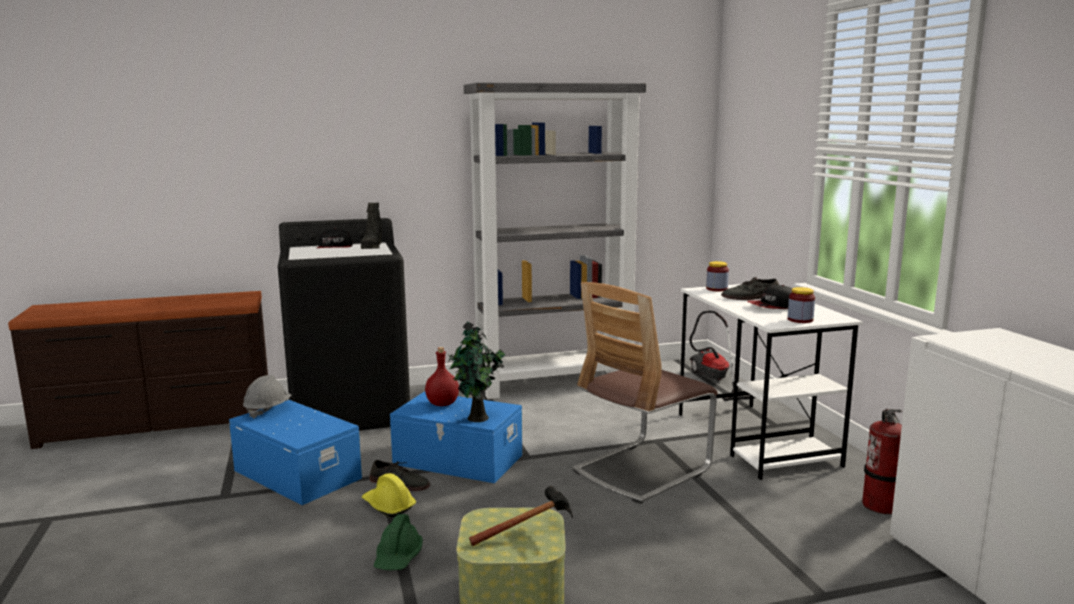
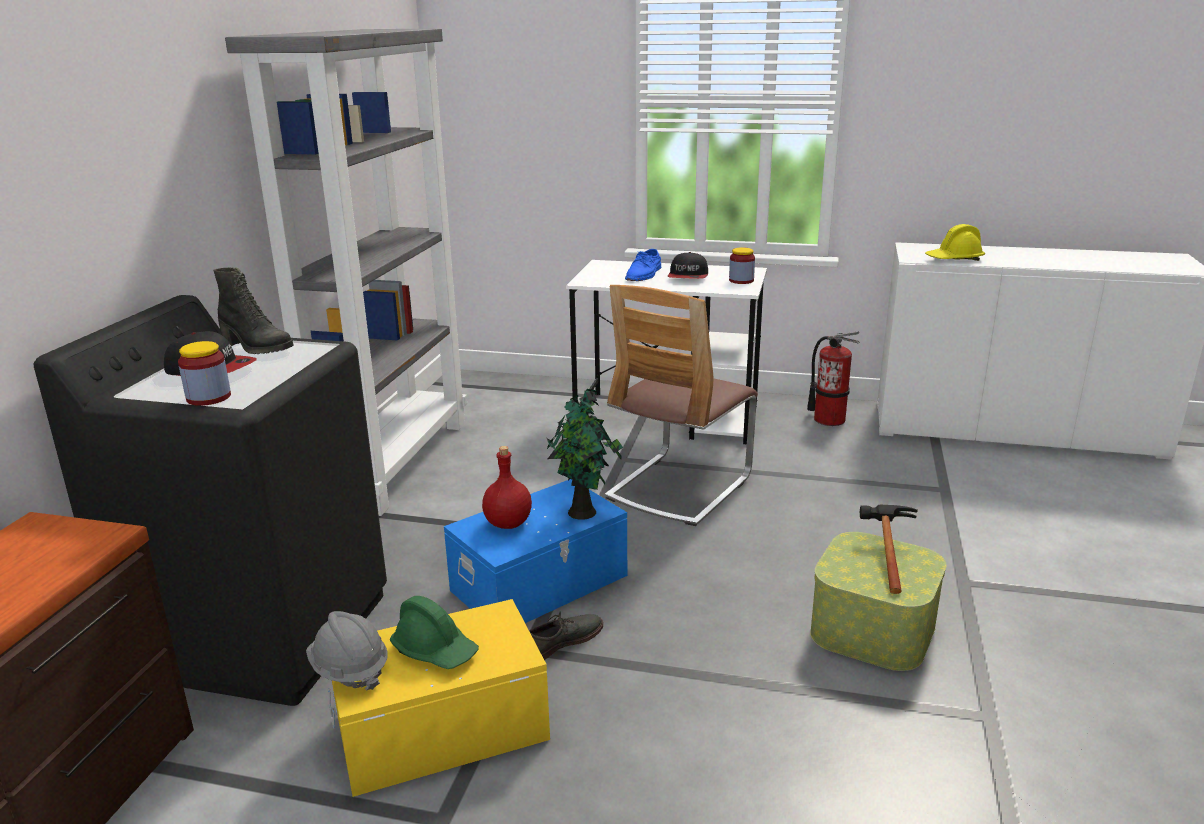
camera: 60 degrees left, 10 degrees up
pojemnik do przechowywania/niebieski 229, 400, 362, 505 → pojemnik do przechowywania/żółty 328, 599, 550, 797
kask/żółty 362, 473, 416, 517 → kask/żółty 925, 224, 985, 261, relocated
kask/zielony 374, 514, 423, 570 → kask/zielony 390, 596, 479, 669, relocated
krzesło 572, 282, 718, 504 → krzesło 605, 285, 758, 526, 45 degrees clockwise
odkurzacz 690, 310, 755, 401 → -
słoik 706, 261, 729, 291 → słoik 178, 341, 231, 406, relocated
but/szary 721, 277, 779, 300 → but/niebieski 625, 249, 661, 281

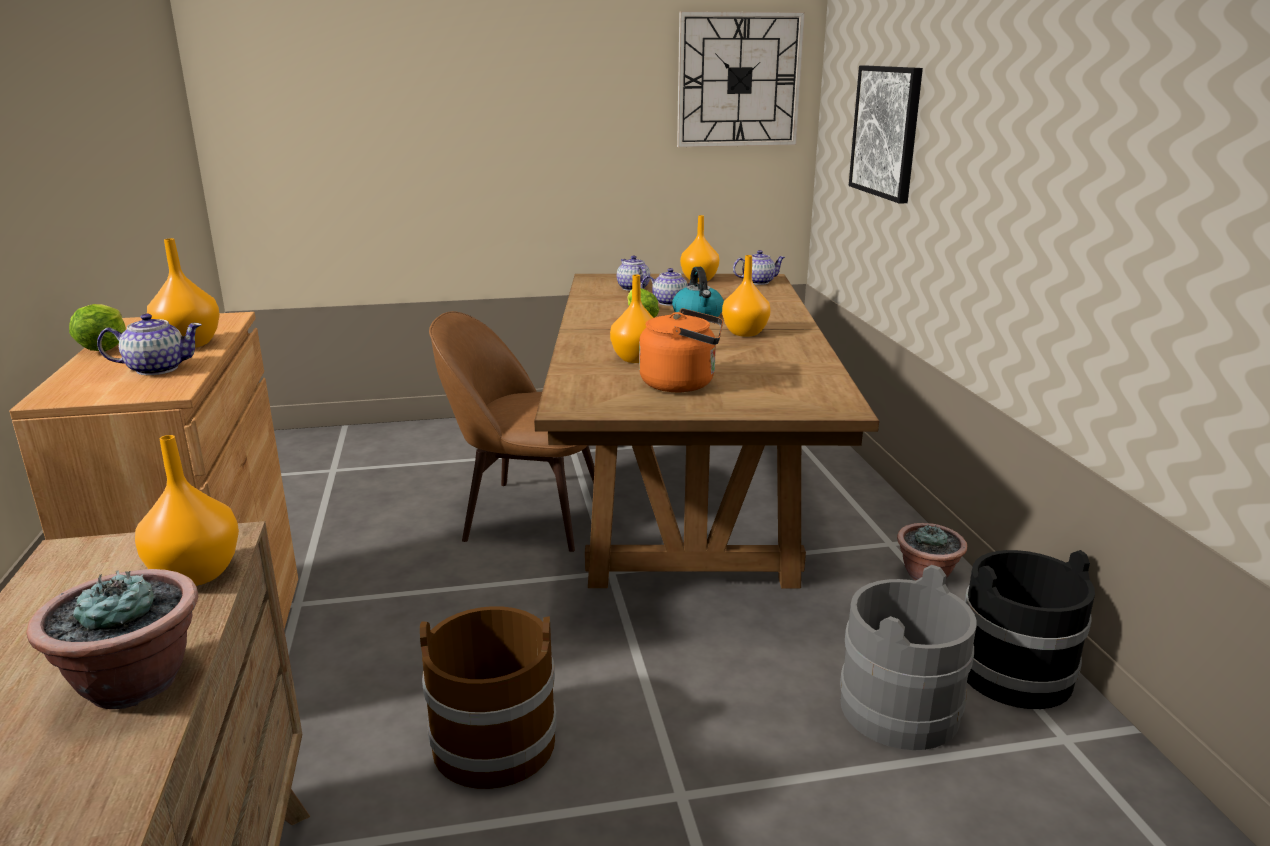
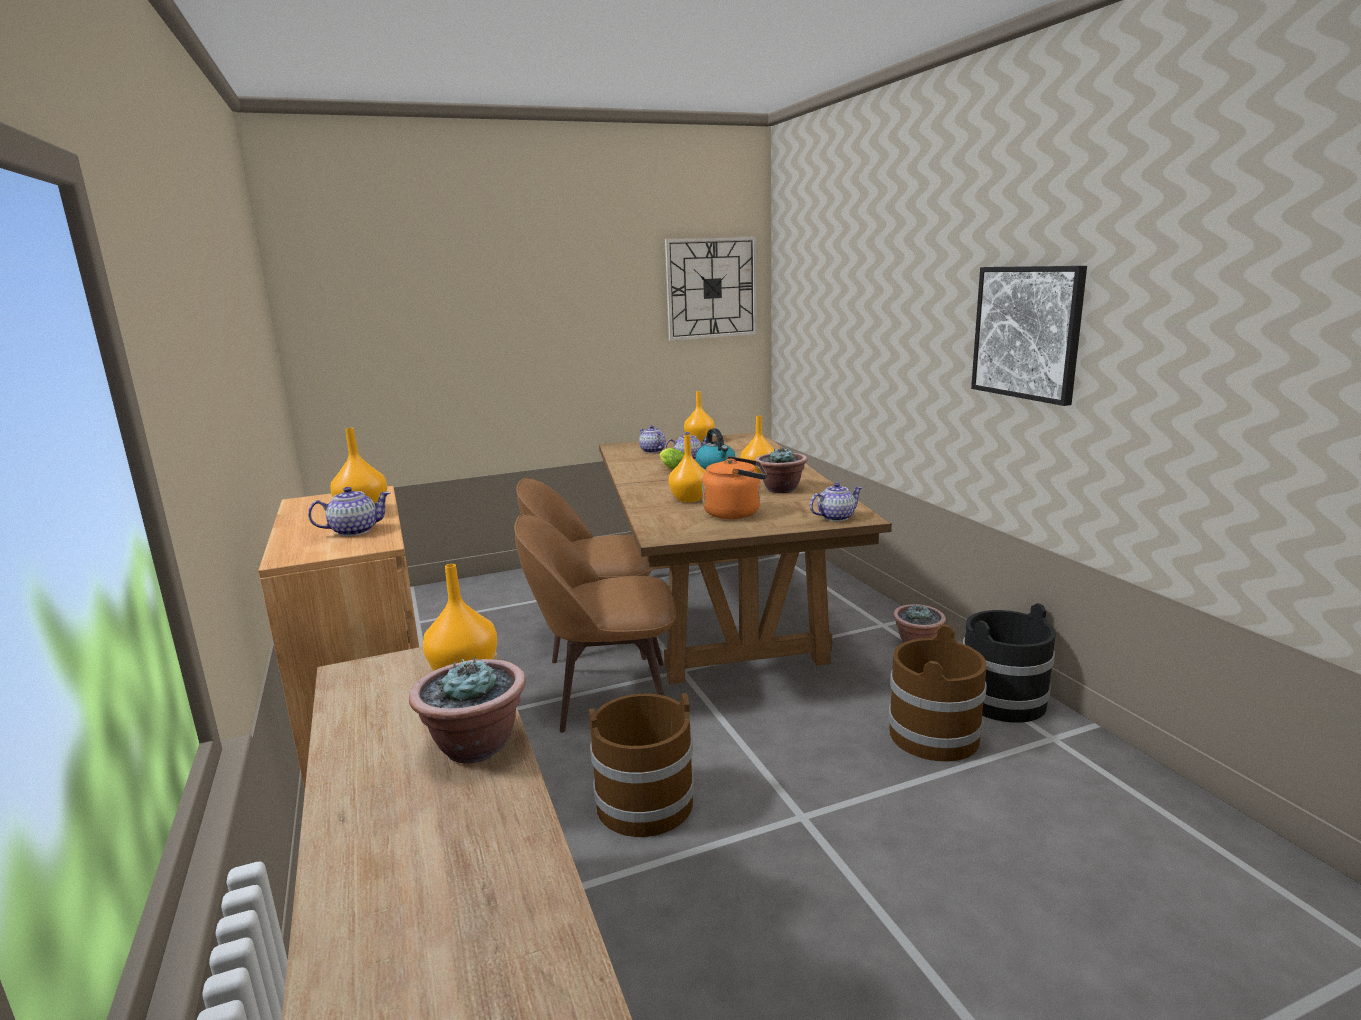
camera: 10 degrees left, 5 degrees down
sałata 69, 304, 126, 351 → -
imbryk 733, 250, 785, 285 → imbryk 810, 483, 863, 521, relocated
wiadro/szary 840, 565, 976, 750 → wiadro/brązowy 888, 624, 987, 762
obraz 849, 66, 923, 204 → obraz 971, 266, 1087, 406, relocated
- → krzesło/brązowy 514, 514, 676, 733
- → roślina doniczkowa 755, 447, 808, 493

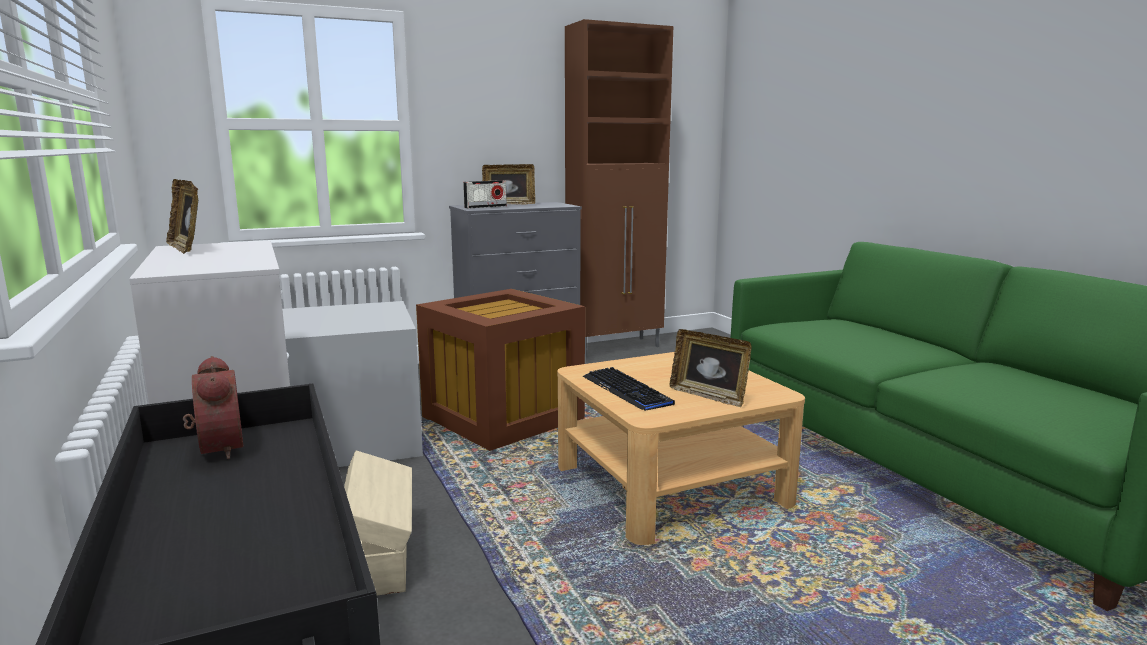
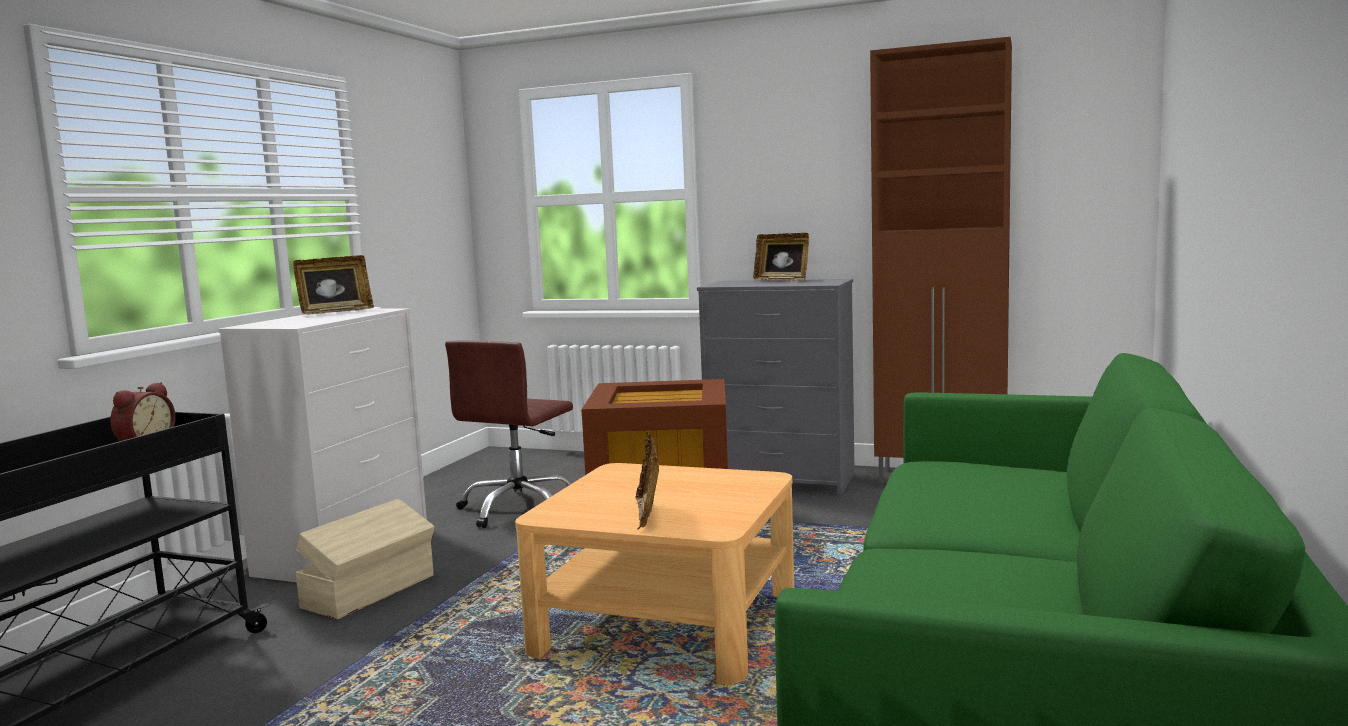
camera: 45 degrees right, 5 degrees down
ramka na zdjęcie 166, 179, 198, 254 → ramka na zdjęcie 293, 255, 374, 314, 135 degrees counterclockwise
pojemnik do przechowywania/szary 282, 301, 423, 467 → krzesło biurowe/brązowy 445, 341, 573, 528
radio 463, 180, 507, 209 → -
klawiatura 582, 367, 675, 411 → -

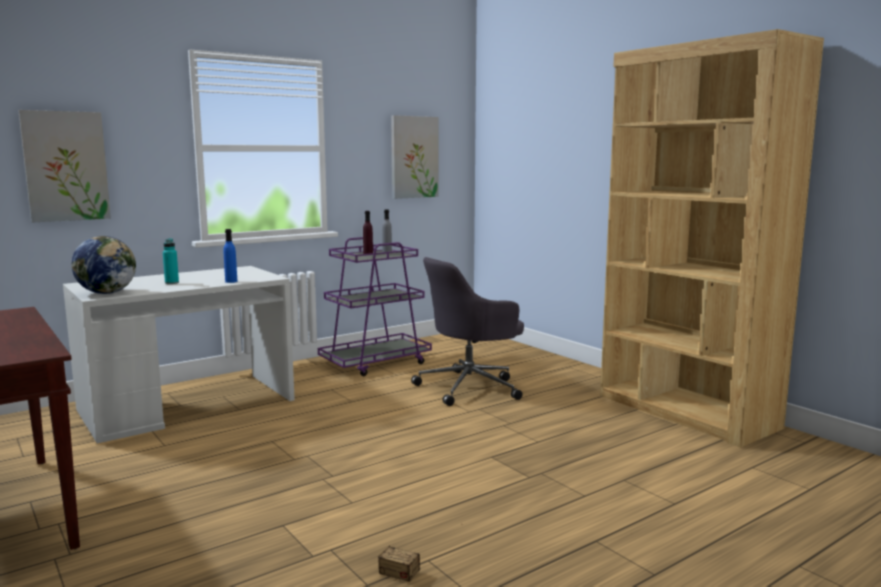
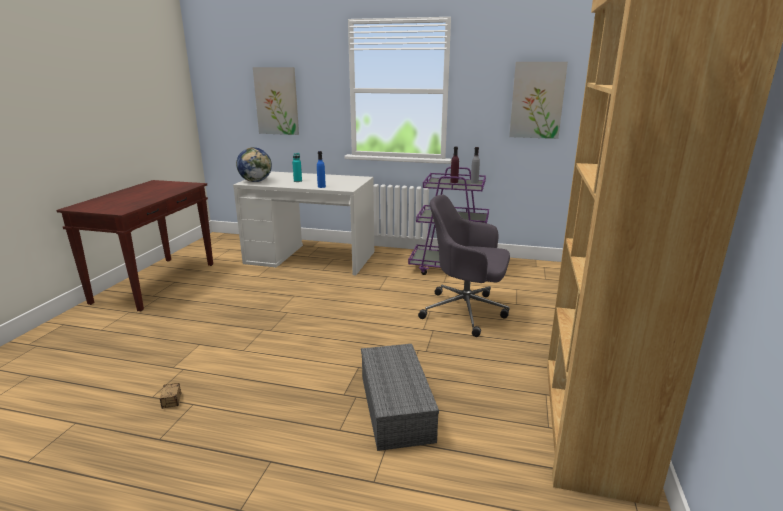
camera: 50 degrees right, 10 degrees up
- → pojemnik do przechowywania/szary 361, 344, 439, 451

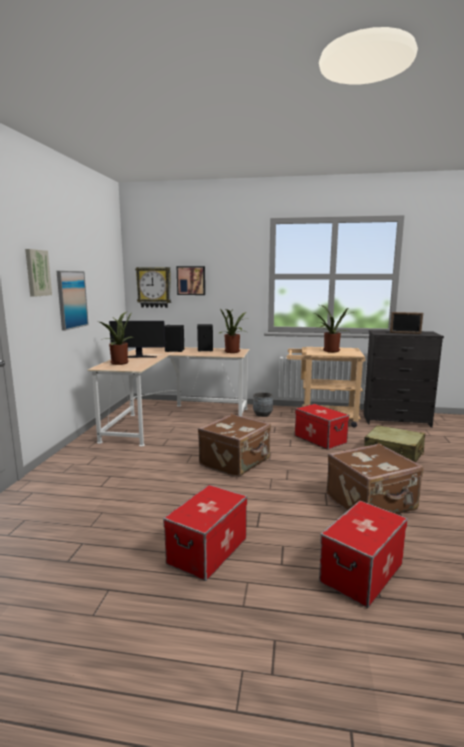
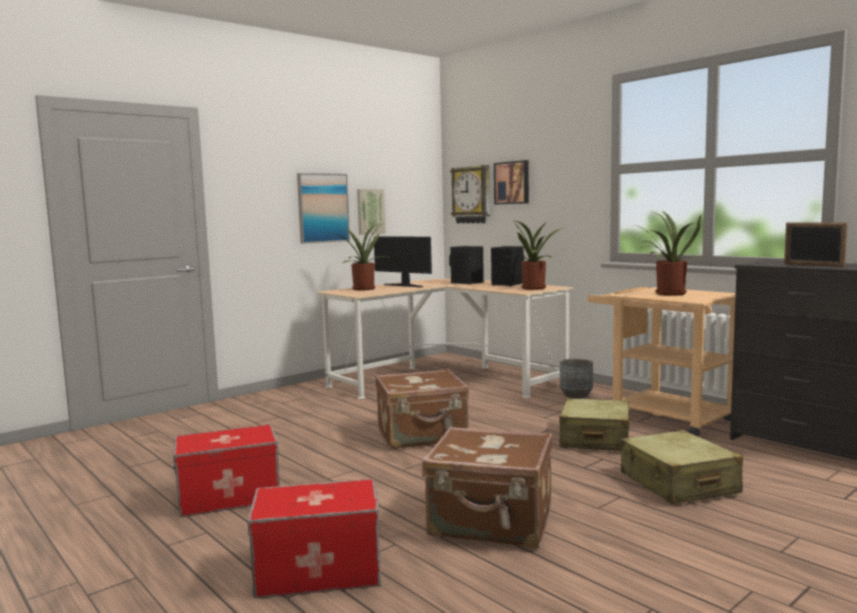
camera: 40 degrees right, 5 degrees down
obraz 25, 249, 52, 297 → obraz 357, 189, 386, 235, relocated
pojemnik do przechowywania 295, 404, 349, 450 → walizka/beżowy 559, 398, 630, 451

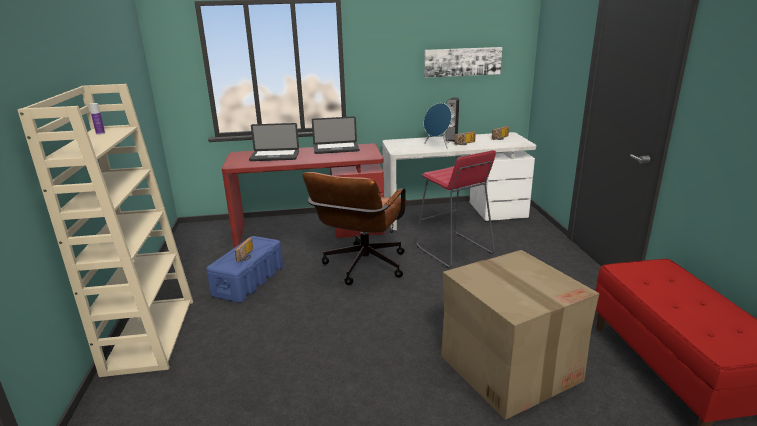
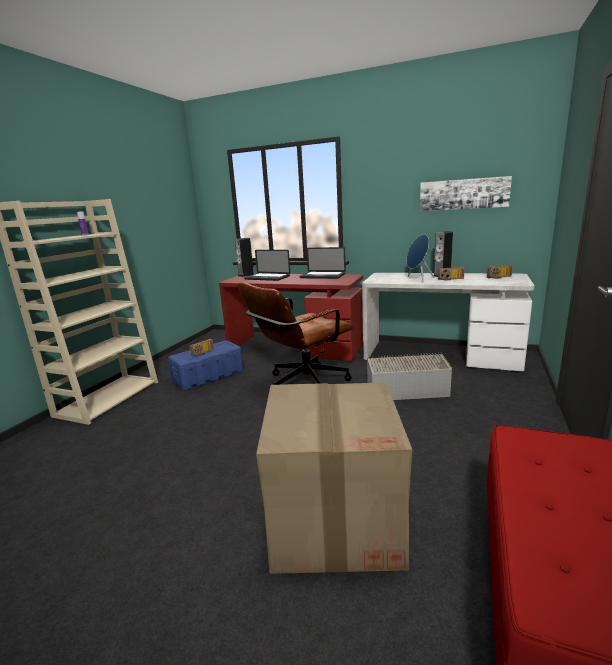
camera: 30 degrees right, 5 degrees down
stołek/czerwony 416, 150, 496, 268 → pojemnik do przechowywania/szary 367, 353, 452, 400
- → głośnik 235, 238, 254, 277

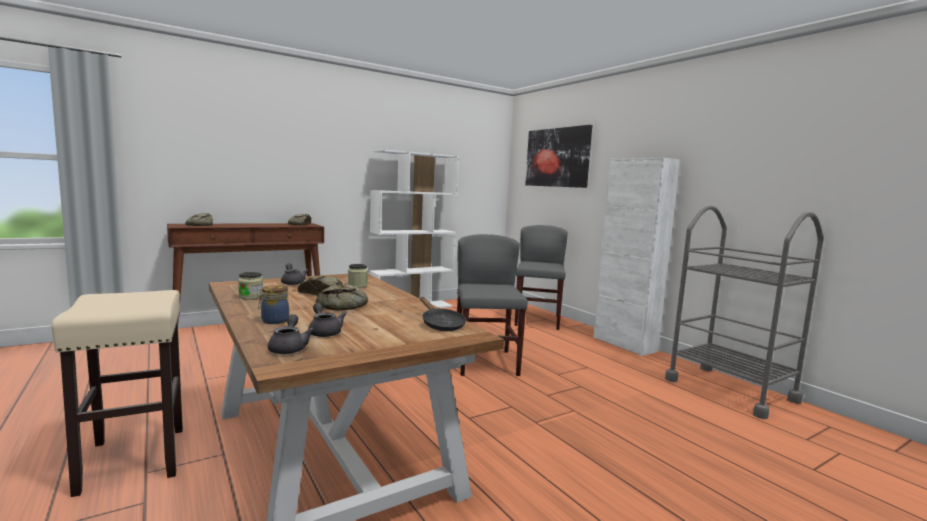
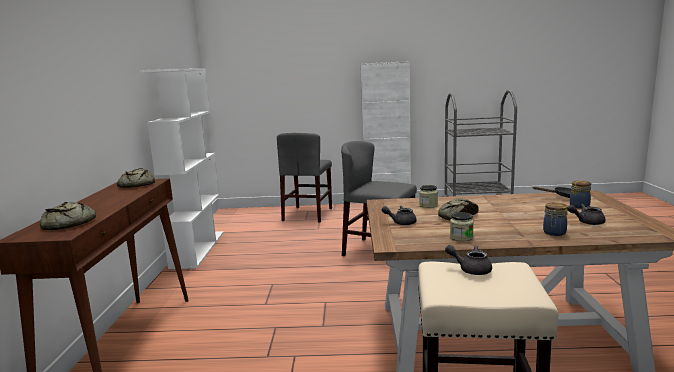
camera: 55 degrees left, 5 degrees up
imbryk/szary 268, 314, 314, 354 → imbryk/szary 445, 245, 492, 275, relocated
chleb 316, 284, 368, 311 → -
krzesło/szary 515, 225, 568, 330 → krzesło/szary 277, 133, 332, 223, 120 degrees counterclockwise
obraz 525, 125, 592, 188 → -
- → słoik 570, 180, 591, 209

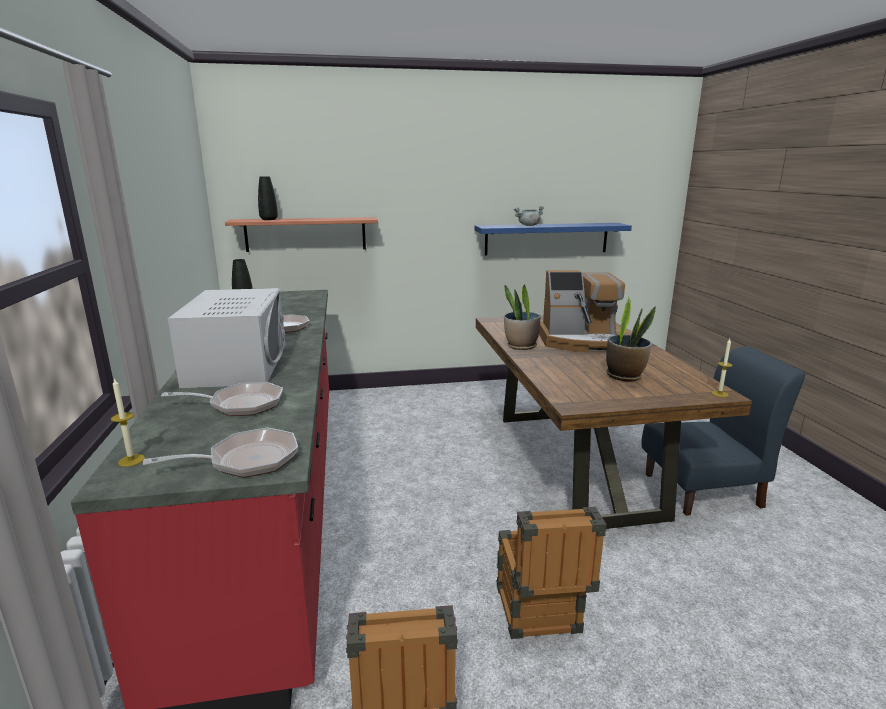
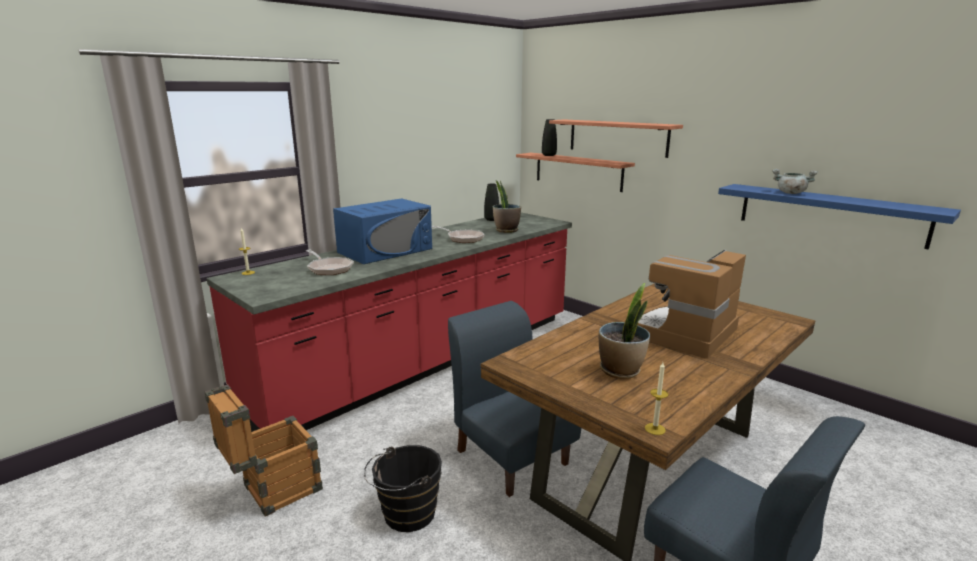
camera: 55 degrees right, 0 degrees up
patelnia 143, 428, 298, 478 → -
mikrofalówka/biały 168, 288, 286, 388 → mikrofalówka/niebieski 333, 199, 432, 264
skrzynka 496, 507, 606, 639 → wiadro/czarny 364, 445, 442, 532
roślina doniczkowa 504, 284, 540, 350 → roślina doniczkowa 493, 180, 521, 233, relocated
ekspres do kawy 539, 270, 625, 352 → ekspres do kawy 638, 250, 746, 358, 75 degrees clockwise
- → krzesło/niebieski 448, 301, 581, 497
- → półka 549, 120, 683, 158

